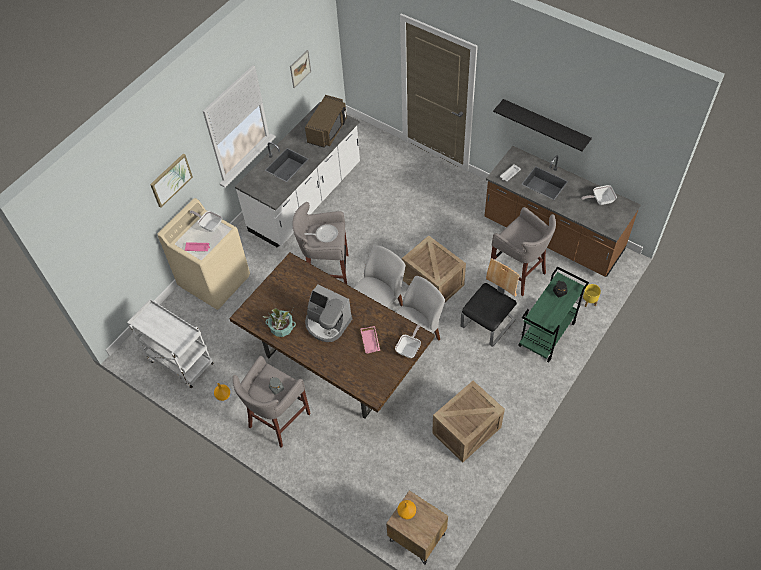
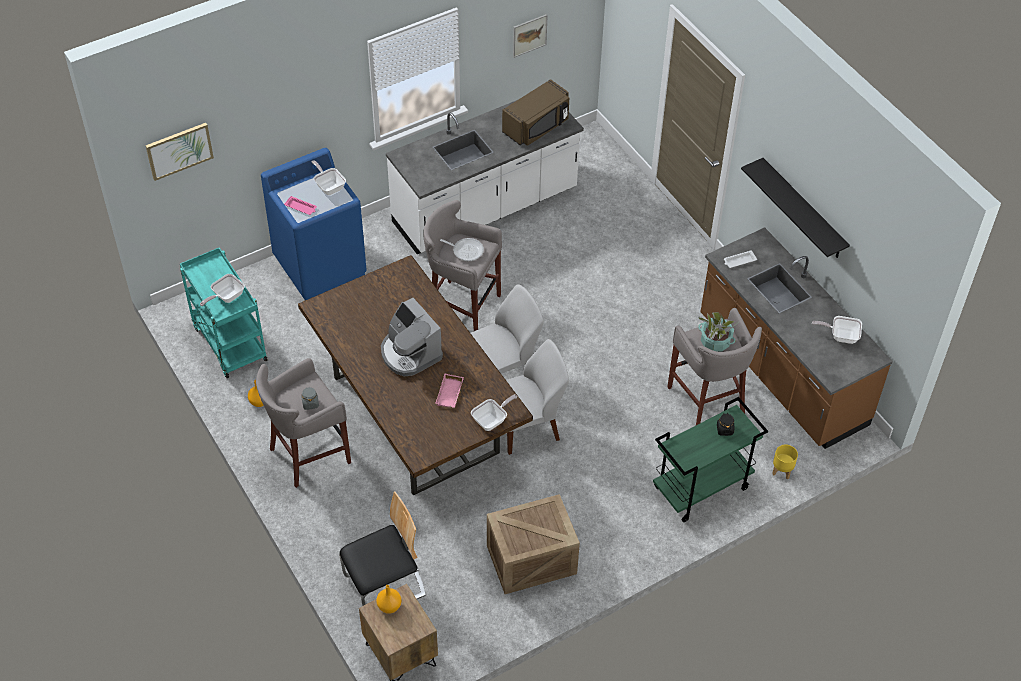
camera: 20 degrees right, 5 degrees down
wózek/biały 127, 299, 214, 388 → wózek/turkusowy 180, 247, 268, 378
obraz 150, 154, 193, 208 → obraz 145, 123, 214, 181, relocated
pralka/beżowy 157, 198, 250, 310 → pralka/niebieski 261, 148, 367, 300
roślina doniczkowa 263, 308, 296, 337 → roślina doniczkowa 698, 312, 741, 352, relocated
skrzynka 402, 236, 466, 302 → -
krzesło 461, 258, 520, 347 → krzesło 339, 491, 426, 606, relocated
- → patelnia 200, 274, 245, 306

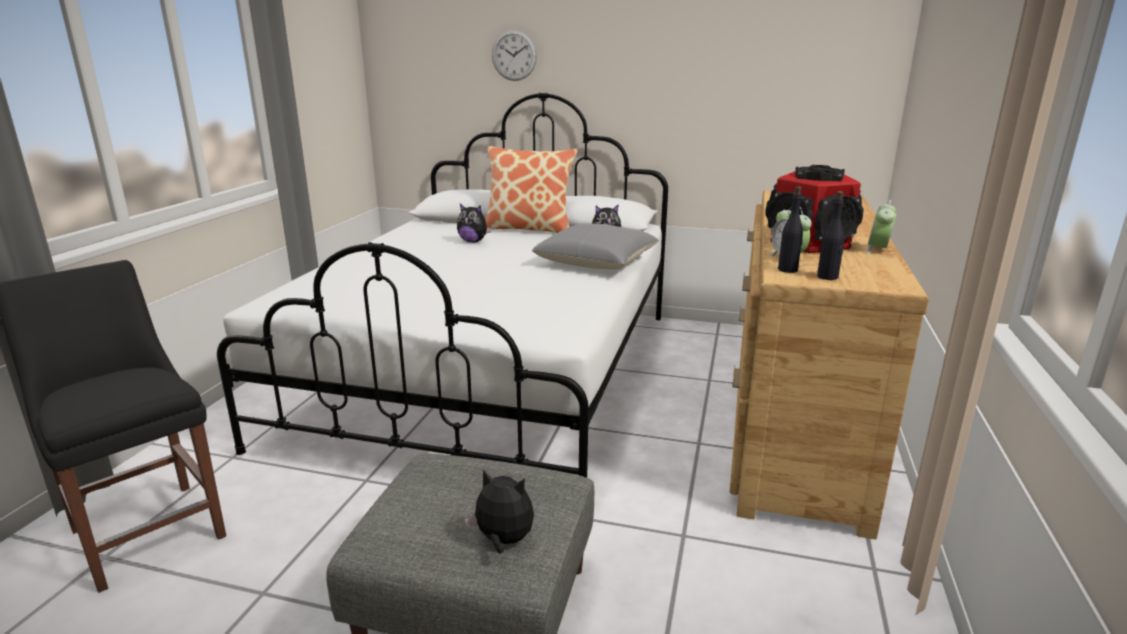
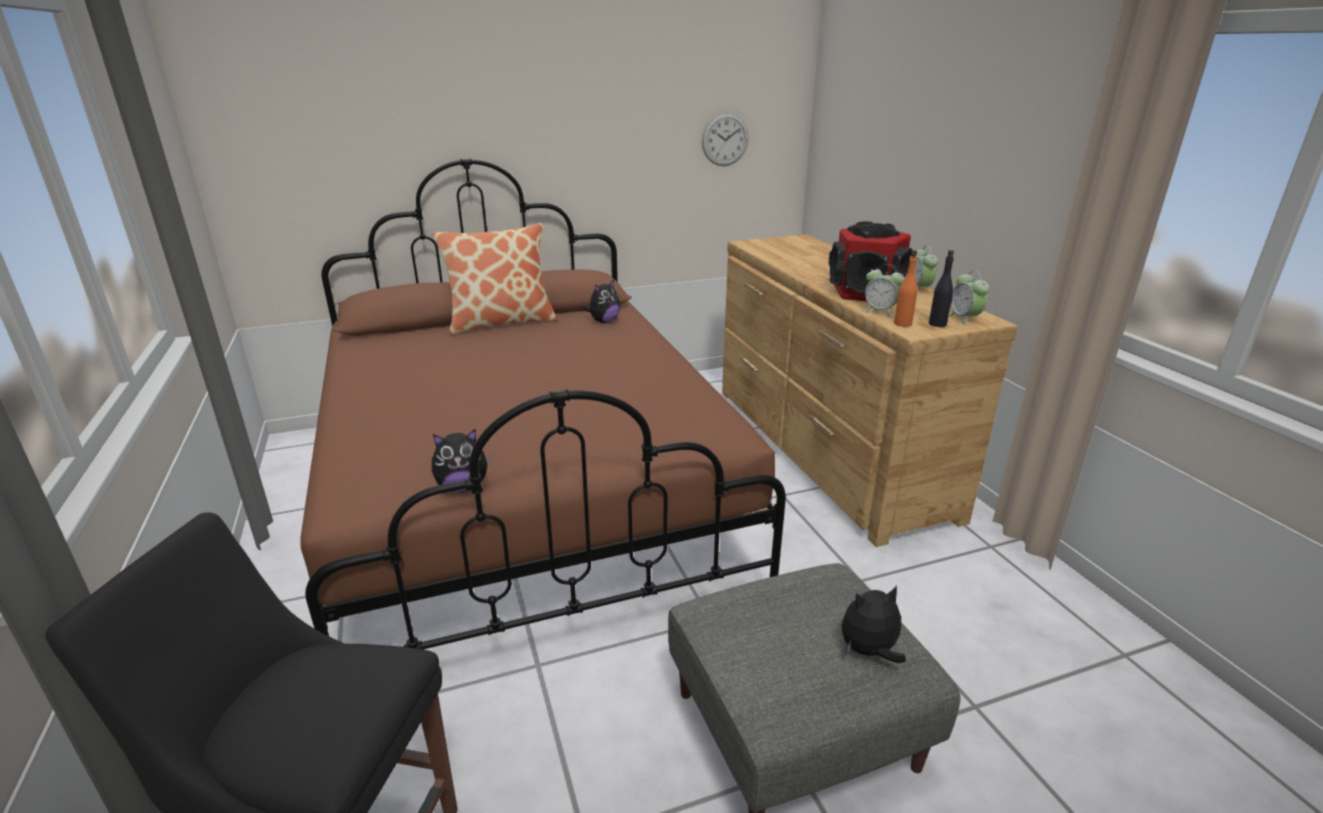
camera: 35 degrees left, 5 degrees up
łóżko/biały 217, 92, 668, 478 → łóżko/brązowy 300, 158, 786, 650
pluszak 457, 204, 492, 243 → pluszak 432, 429, 491, 493, relocated
zegar ścienny 492, 30, 537, 81 → zegar ścienny 702, 113, 748, 166, relocated
poduszka/szary 532, 223, 659, 269 → -
butelka/czarny 778, 186, 803, 273 → butelka/pomarańczowy 894, 250, 918, 327
- → budzik 949, 270, 989, 325

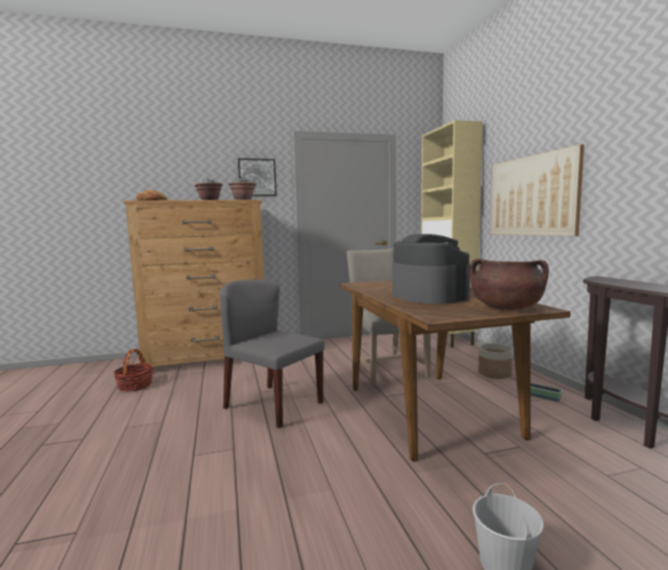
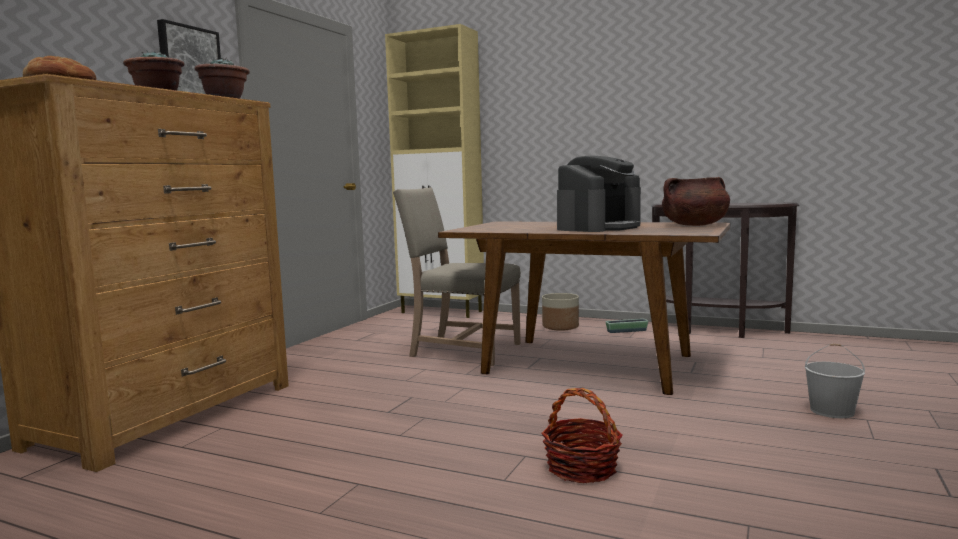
camera: 50 degrees left, 0 degrees up
koszyk 114, 348, 153, 392 → koszyk 542, 388, 623, 483, relocated
krzesło/szary 220, 279, 324, 428 → -
ekspres do kawy 392, 234, 470, 304 → ekspres do kawy 557, 156, 641, 232, 120 degrees clockwise
obraz 491, 144, 584, 236 → -

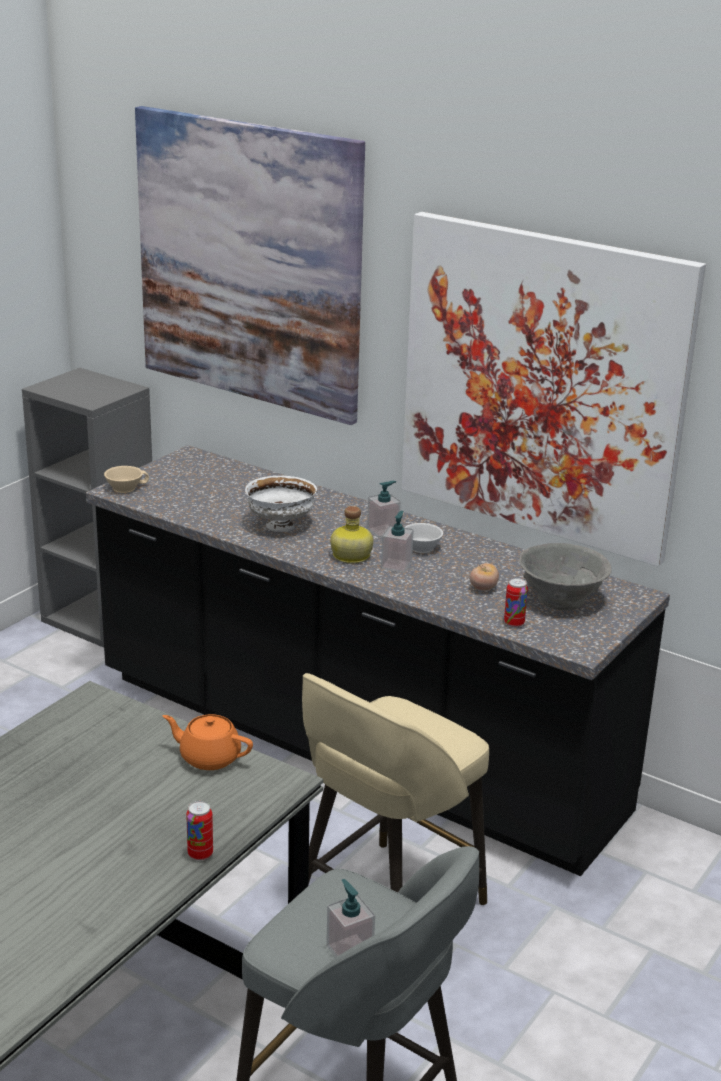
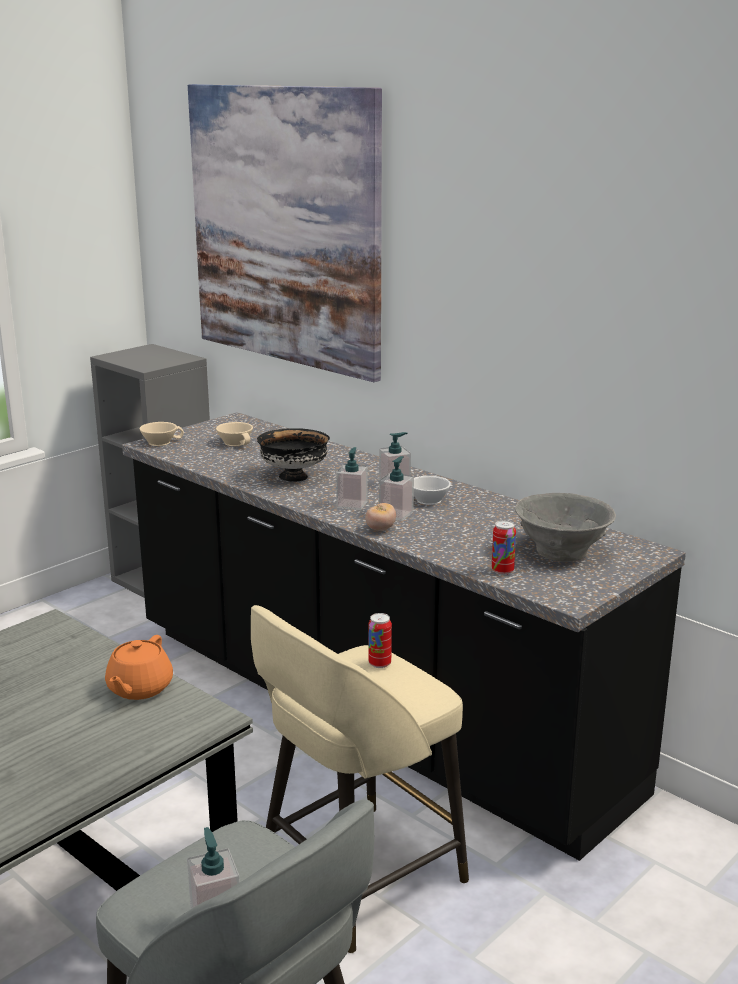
camera: 10 degrees right, 5 degrees down
imbryk/pomarańczowy 163, 714, 253, 770 → imbryk/pomarańczowy 105, 635, 173, 700, 105 degrees counterclockwise
puszka 186, 801, 213, 861 → puszka 369, 613, 392, 668, relocated
miska/biały 245, 476, 317, 532 → miska/czarny 257, 428, 330, 482
butelka 330, 506, 373, 563 → dozownik mydła 336, 447, 368, 510
obraz 402, 212, 706, 566 → -
pomidor 470, 563, 499, 591 → pomidor 365, 503, 396, 531, relocated
- → filiżanka/beżowy 216, 422, 253, 446

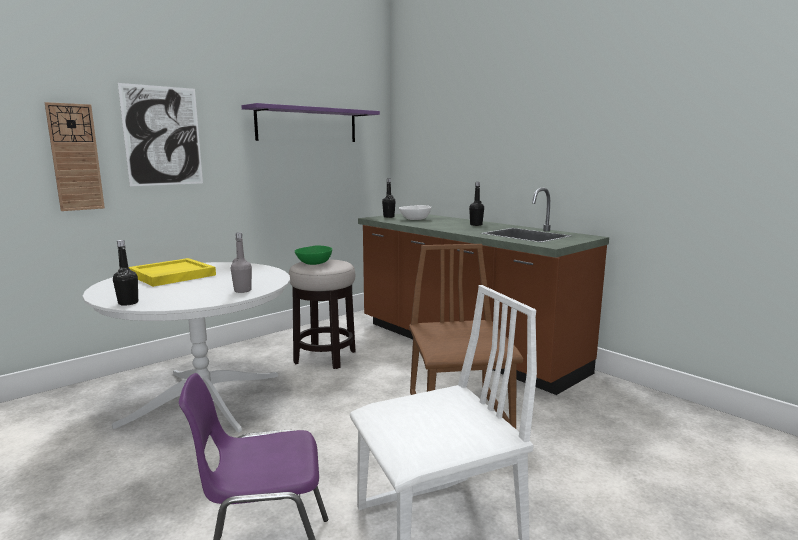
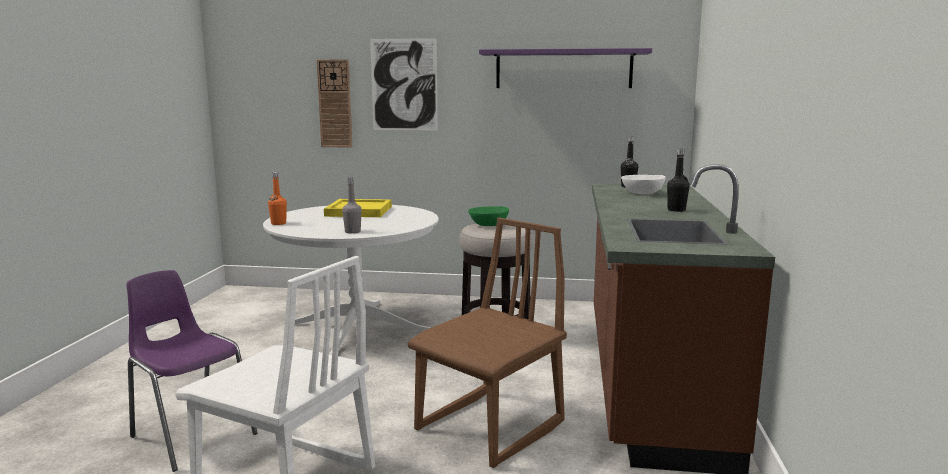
camera: 50 degrees right, 0 degrees up
butelka/czarny 113, 240, 138, 306 → butelka/pomarańczowy 268, 172, 287, 225

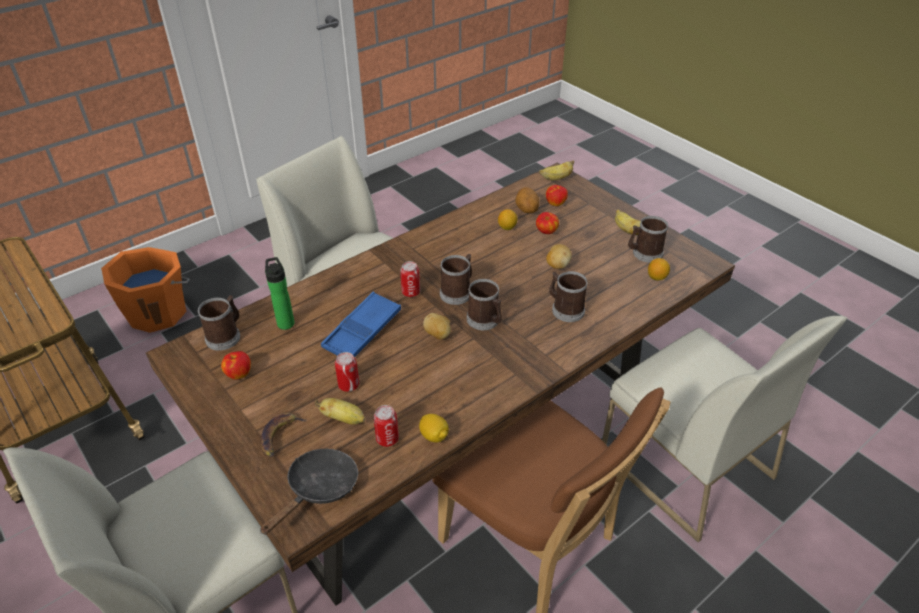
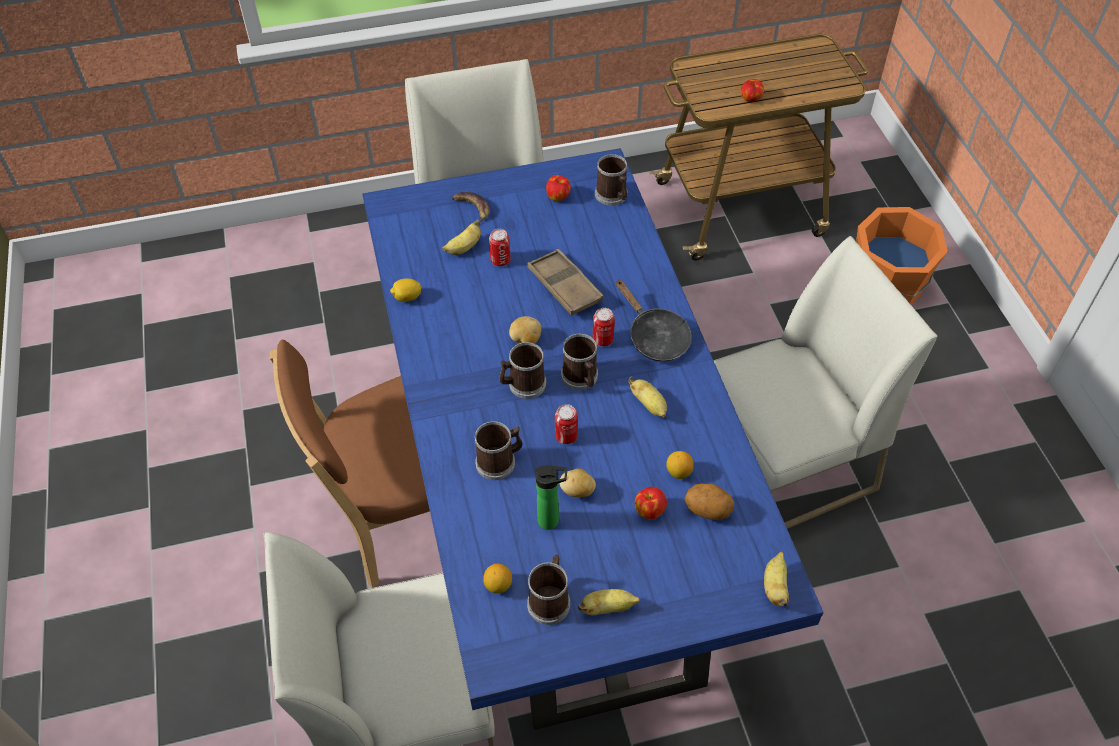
camera: 115 degrees right, 10 degrees up
stół jadalny/brązowy 146, 162, 735, 606 → stół jadalny/niebieski 362, 148, 824, 730
patelnia/czarny 260, 449, 358, 535 → patelnia/czarny 616, 279, 692, 362, relocated
butelka 265, 257, 295, 330 → butelka 535, 465, 567, 530, relocated
taca/niebieski 321, 292, 401, 357 → taca/brązowy 527, 249, 604, 316
puszka 374, 405, 399, 447 → puszka 555, 404, 578, 444, relocated
jabłko 546, 185, 568, 206 → jabłko 741, 79, 764, 102, relocated
- → banan 628, 376, 667, 418

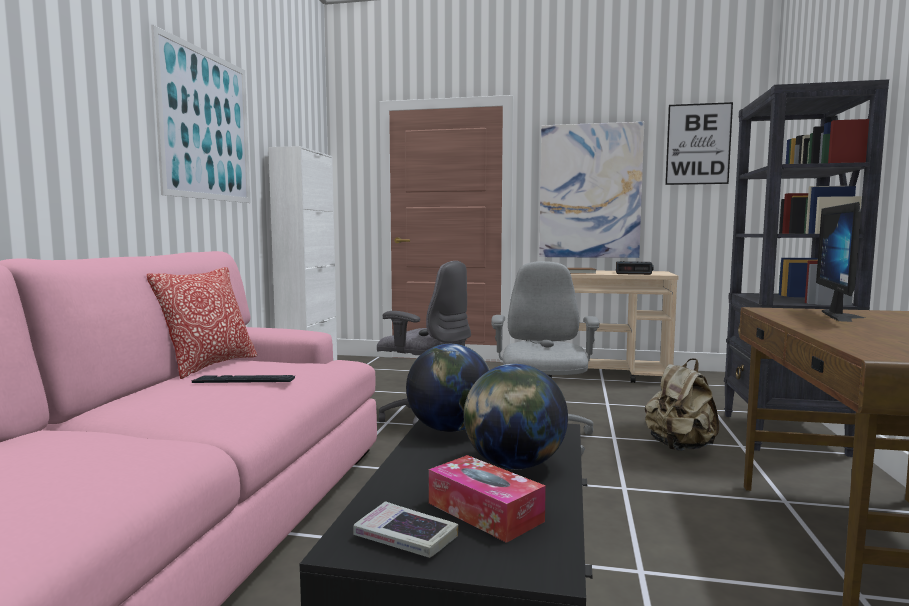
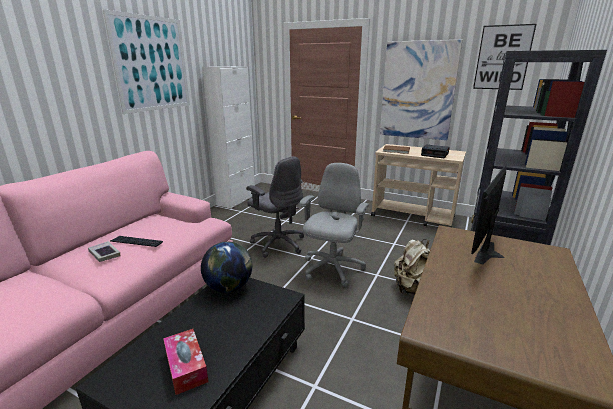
camera: 15 degrees right, 15 degrees up
poduszka 147, 267, 257, 379 → -
książka 353, 501, 458, 558 → książka 88, 241, 120, 262, relocated
globus 463, 364, 568, 469 → -

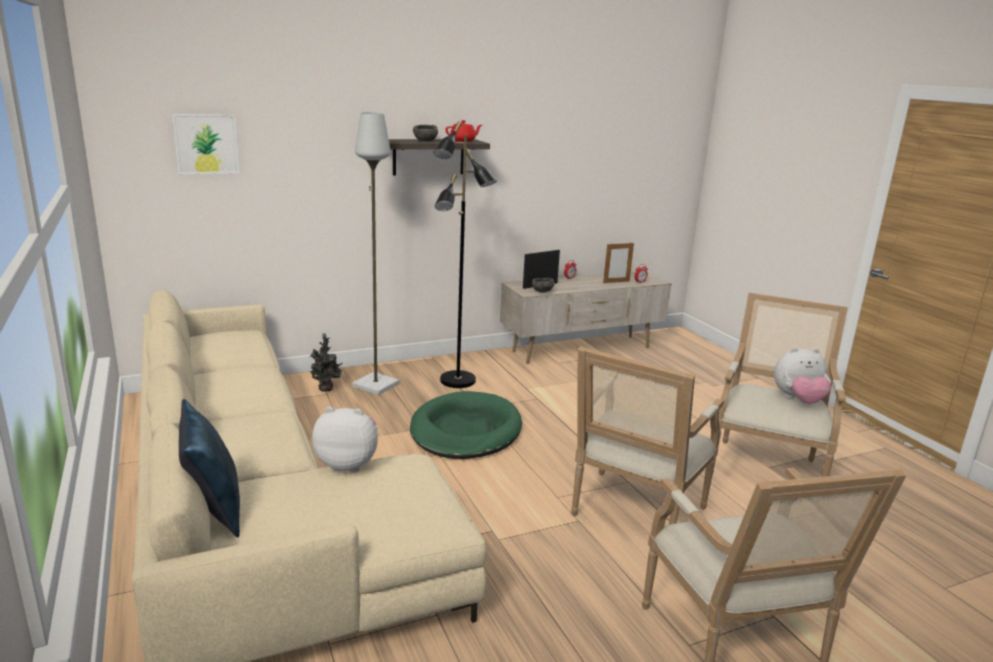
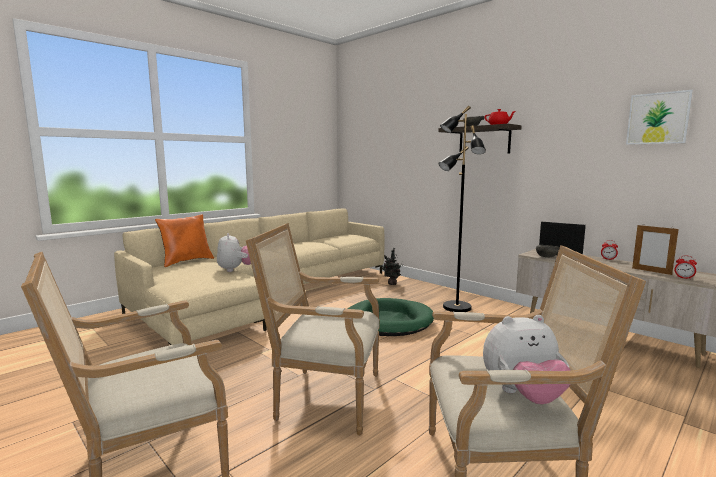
camera: 70 degrees right, 10 degrees down
obraz 172, 114, 239, 174 → obraz 626, 90, 693, 145, relocated
poduszka/niebieski 179, 399, 240, 538 → poduszka/pomarańczowy 155, 214, 214, 267
lampa stojąca/szary 352, 112, 399, 395 → -
pluszak 774, 348, 831, 404 → pluszak 483, 315, 571, 404, 75 degrees counterclockwise

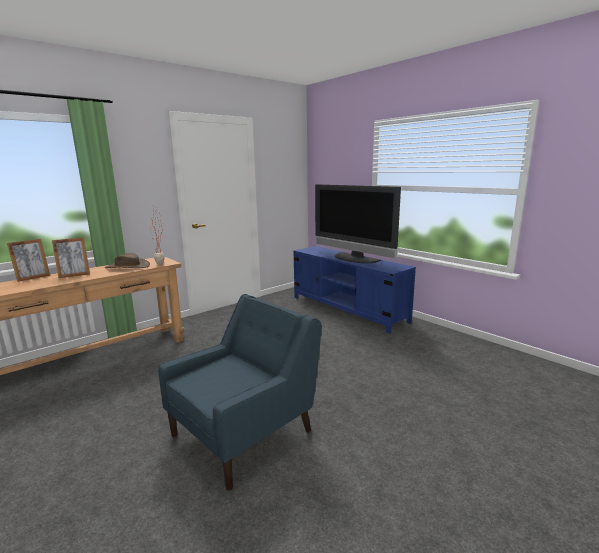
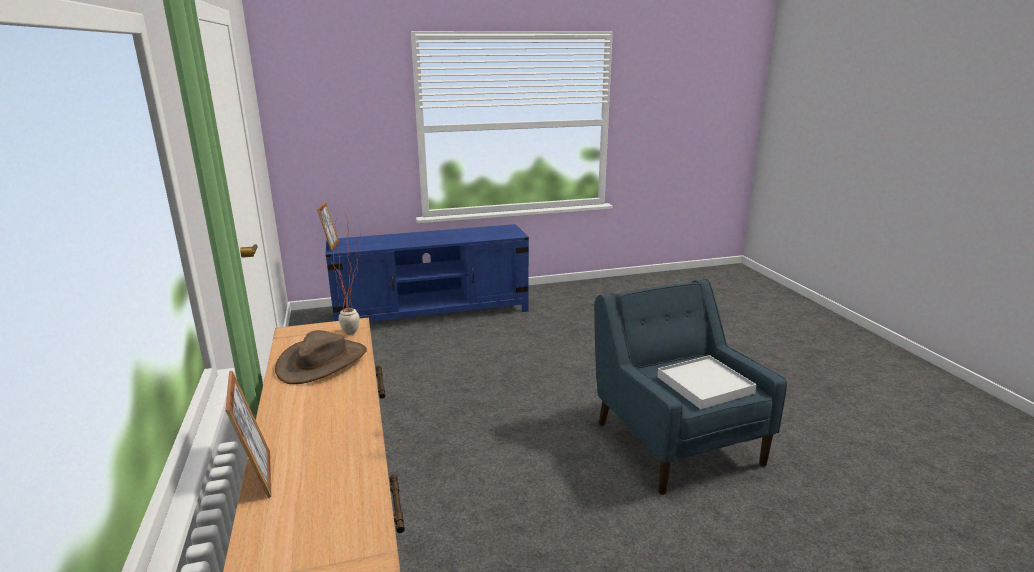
camera: 65 degrees left, 5 degrees up
ramka na zdjęcie 52, 238, 90, 278 → ramka na zdjęcie 317, 202, 339, 251, relocated
telewizor 315, 184, 401, 263 → -
- → taca/biały 657, 355, 756, 409

